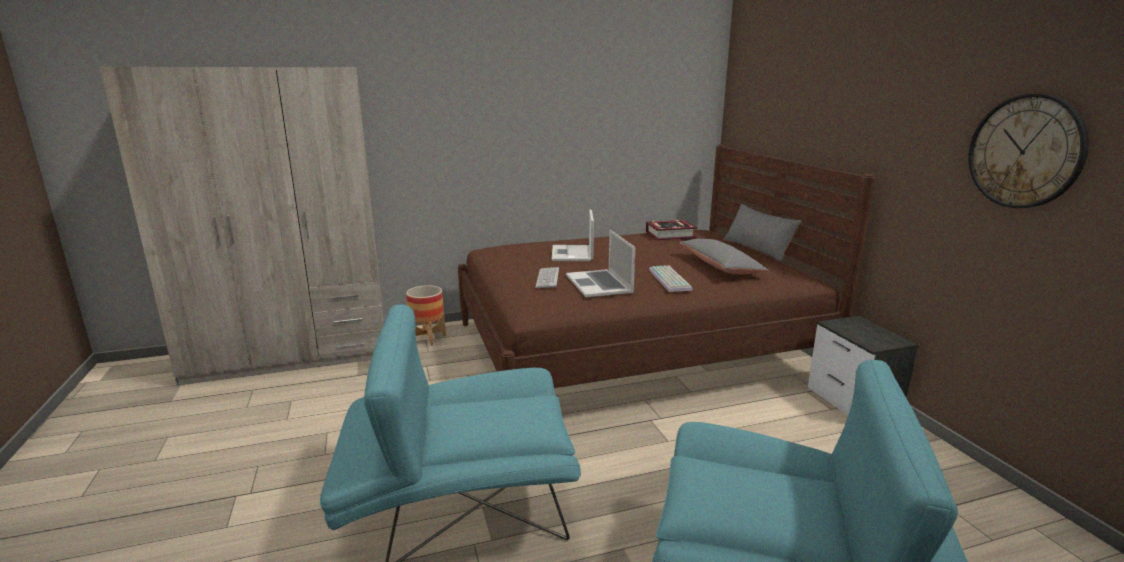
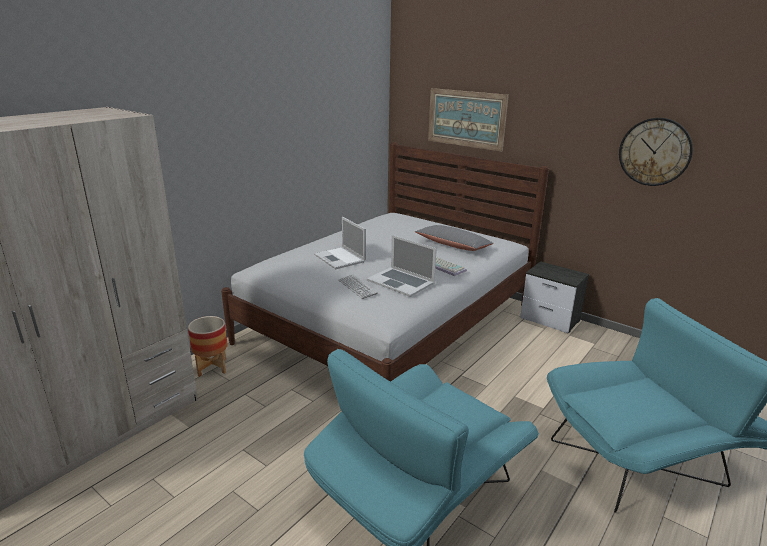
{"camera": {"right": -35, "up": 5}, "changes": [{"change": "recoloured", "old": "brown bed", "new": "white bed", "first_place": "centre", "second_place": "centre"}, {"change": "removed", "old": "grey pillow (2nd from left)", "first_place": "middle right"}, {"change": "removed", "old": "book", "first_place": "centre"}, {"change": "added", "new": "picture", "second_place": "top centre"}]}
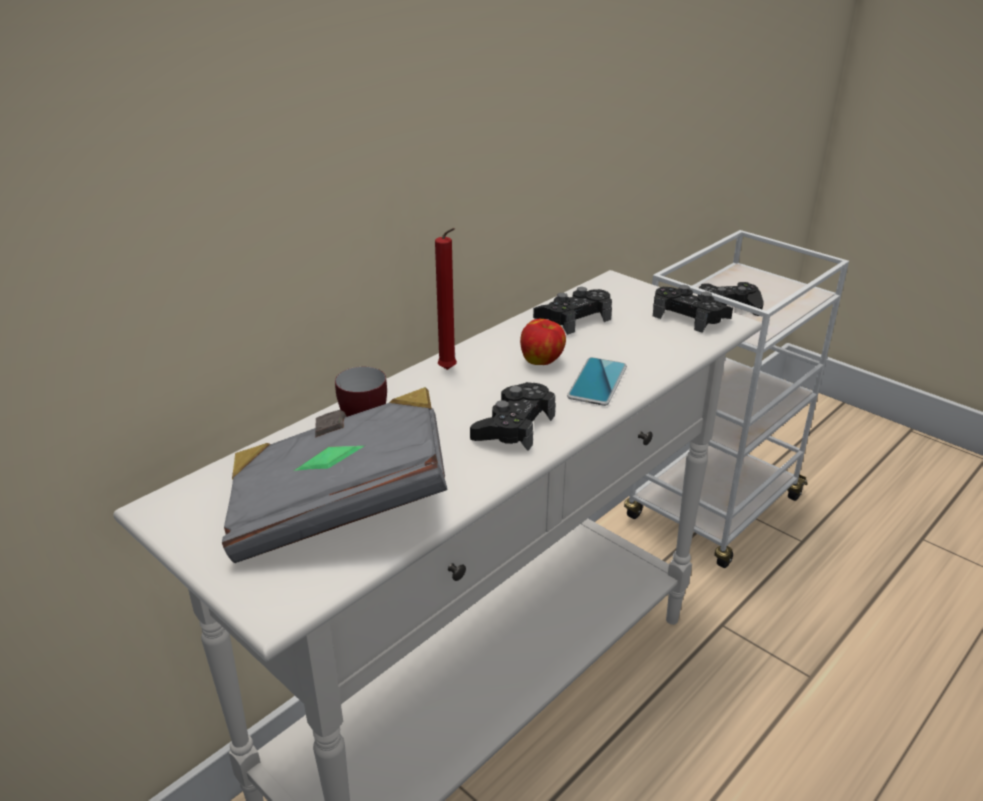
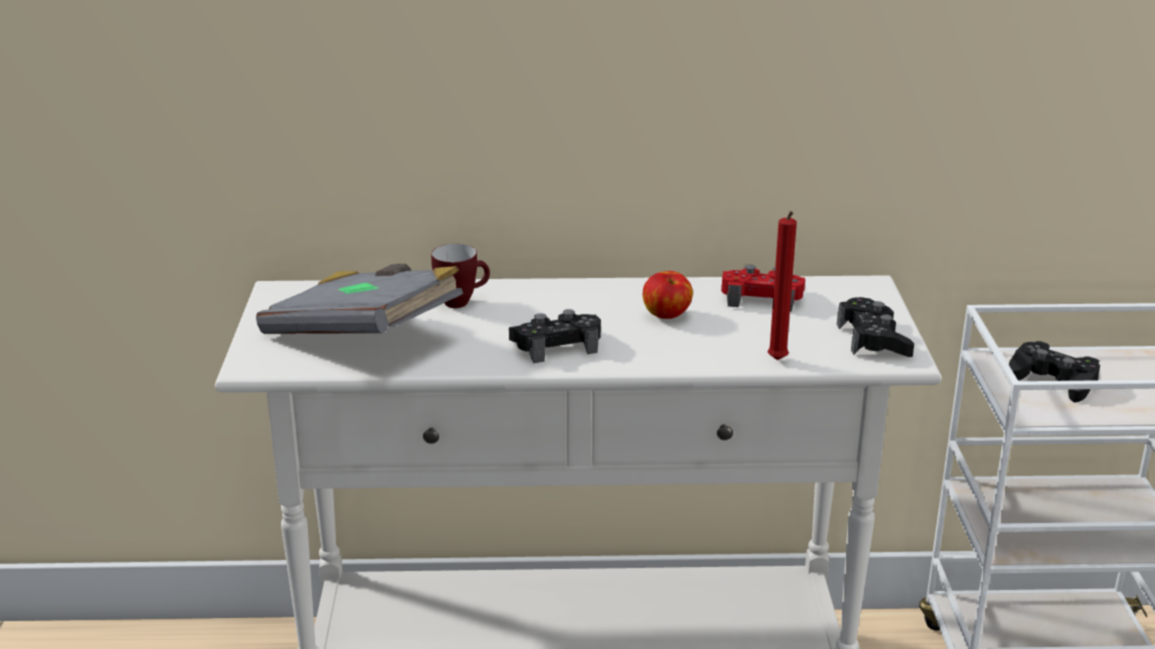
{"camera": {"right": 45, "up": -5}, "changes": [{"change": "moved", "old": "red candle", "first_place": "centre", "second_place": "middle right"}, {"change": "recoloured", "old": "black game controller (2nd from left)", "new": "red game controller", "first_place": "centre", "second_place": "centre"}, {"change": "removed", "old": "phone", "first_place": "centre"}]}
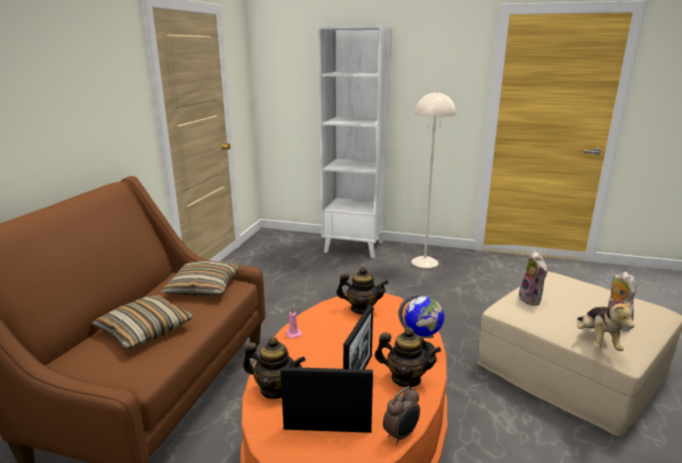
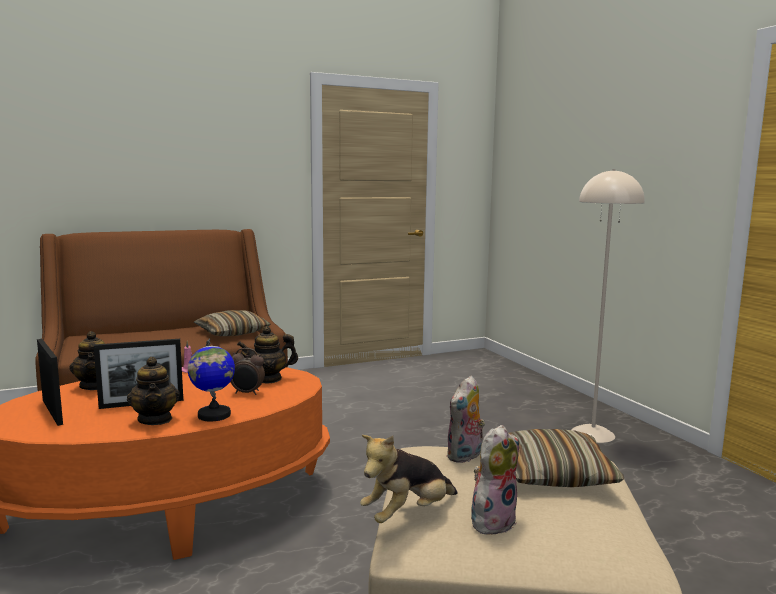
{"camera": {"right": 50, "up": -10}, "changes": [{"change": "removed", "old": "white bookcase", "first_place": "top centre"}, {"change": "turned", "old": "teapot (2nd from left in the first image)", "first_place": "centre", "second_place": "centre", "degrees": 105}, {"change": "moved", "old": "pillow (1st from left in the first image)", "new": "pillow (2nd from left)", "first_place": "bottom left", "second_place": "bottom right"}, {"change": "moved", "old": "alarm clock", "first_place": "bottom centre", "second_place": "middle left"}]}
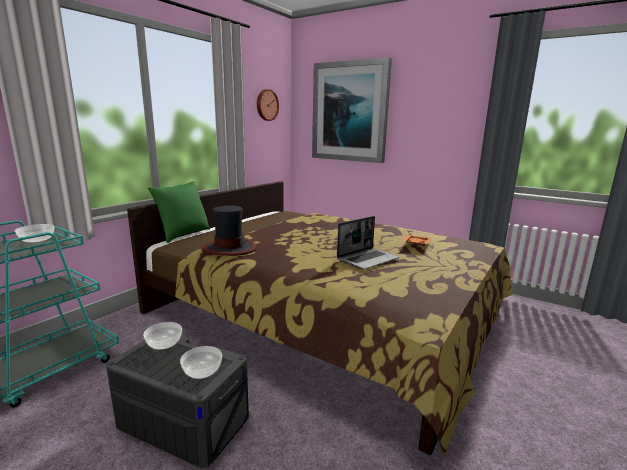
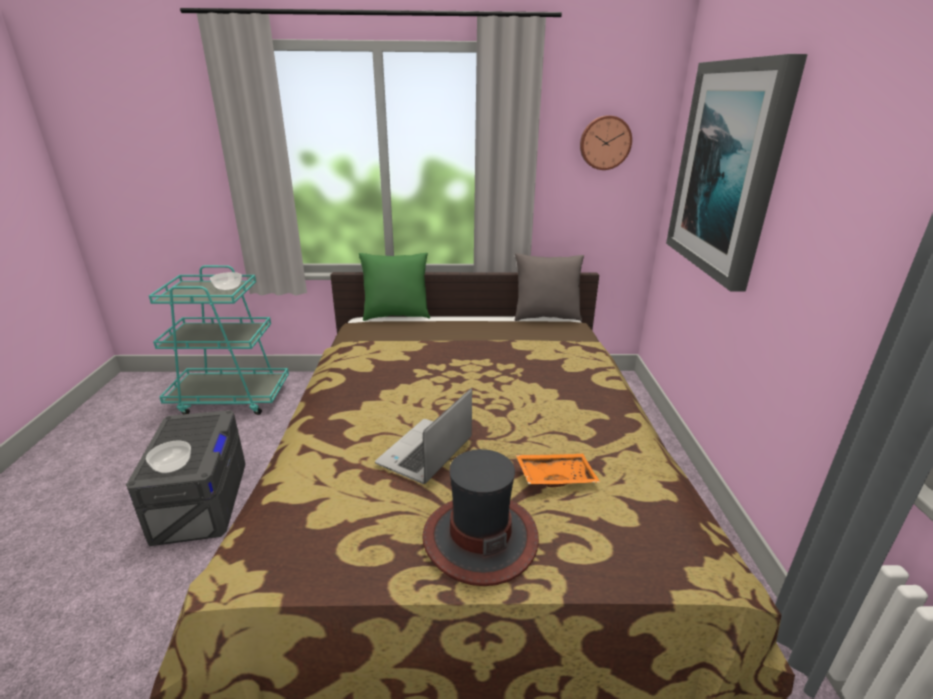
{"camera": {"right": 55, "up": 10}, "changes": [{"change": "moved", "old": "hat", "first_place": "centre", "second_place": "bottom centre"}, {"change": "turned", "old": "laptop", "first_place": "centre", "second_place": "centre", "degrees": 105}, {"change": "removed", "old": "bowl (2nd from left)", "first_place": "bottom left"}, {"change": "added", "new": "grey pillow", "second_place": "centre"}]}
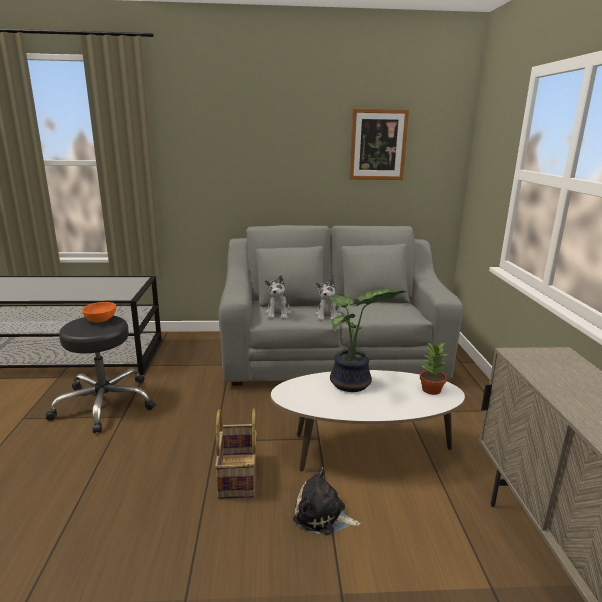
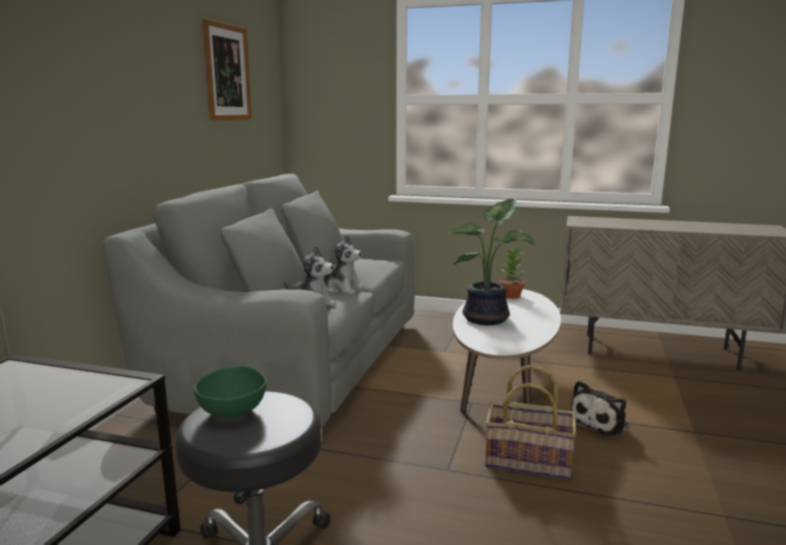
{"camera": {"right": -70, "up": -5}, "changes": [{"change": "recoloured", "old": "orange bowl", "new": "green bowl", "first_place": "middle left", "second_place": "bottom left"}]}
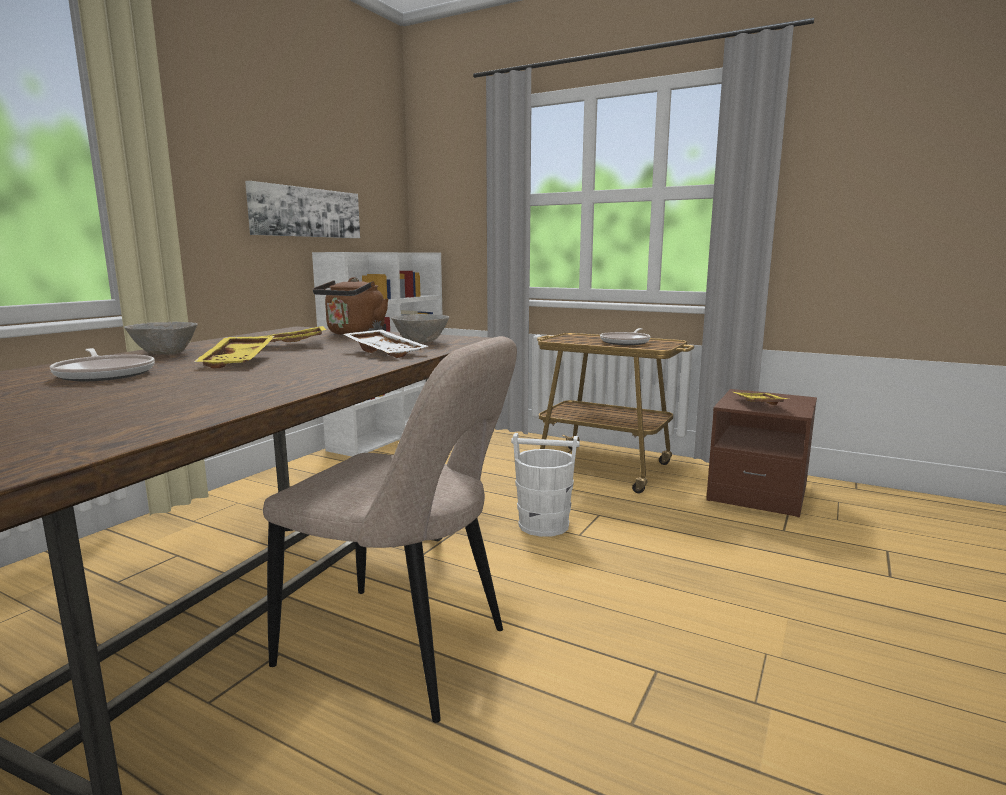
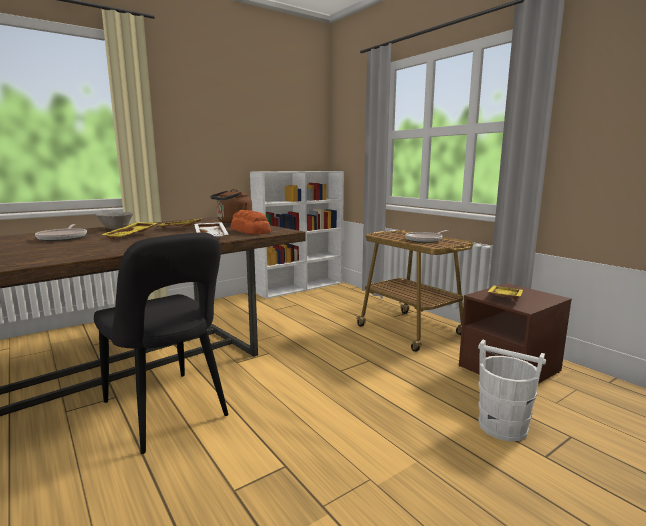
{"camera": {"right": 25, "up": 0}, "changes": [{"change": "removed", "old": "picture", "first_place": "top left"}, {"change": "replaced", "old": "grey bowl (2nd from left)", "new": "bread", "first_place": "centre", "second_place": "centre"}, {"change": "recoloured", "old": "beige chair", "new": "black chair", "first_place": "centre", "second_place": "middle left"}, {"change": "moved", "old": "white bucket", "first_place": "centre", "second_place": "bottom right"}]}
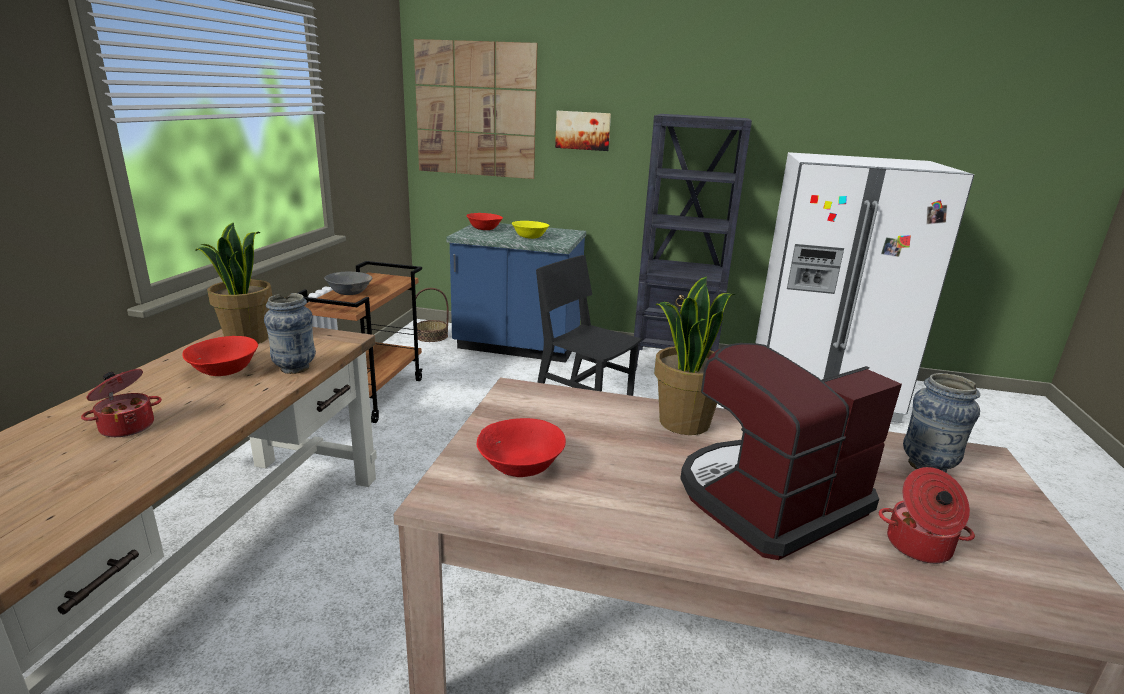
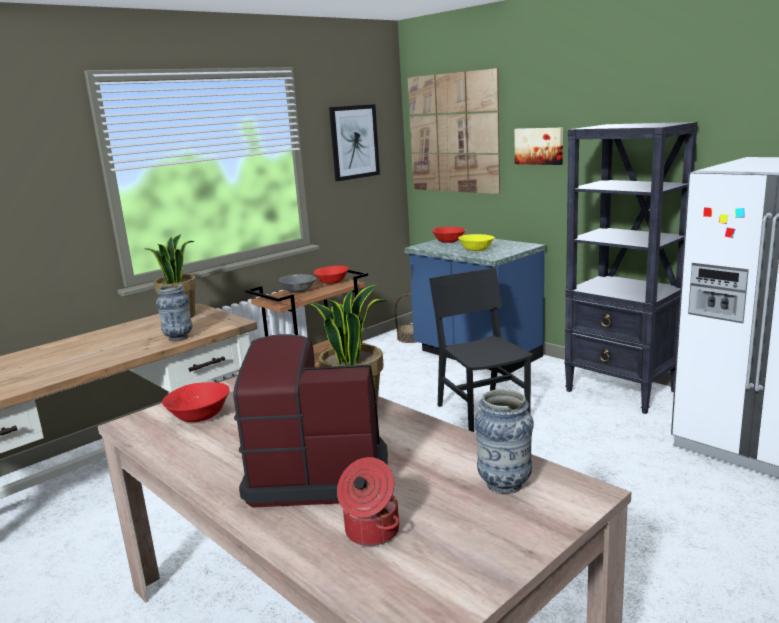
{"camera": {"right": 35, "up": -5}, "changes": [{"change": "moved", "old": "red bowl (1st from left in the first image)", "new": "red bowl (2nd from left)", "first_place": "middle left", "second_place": "centre"}, {"change": "removed", "old": "cooking pot (1st from left)", "first_place": "middle left"}, {"change": "added", "new": "picture (1st from left)", "second_place": "top centre"}]}
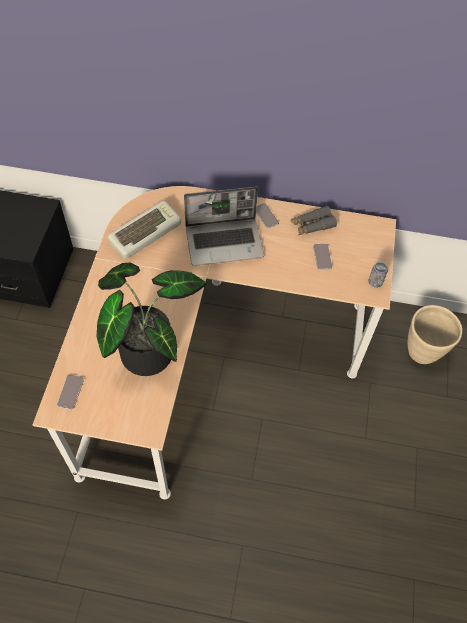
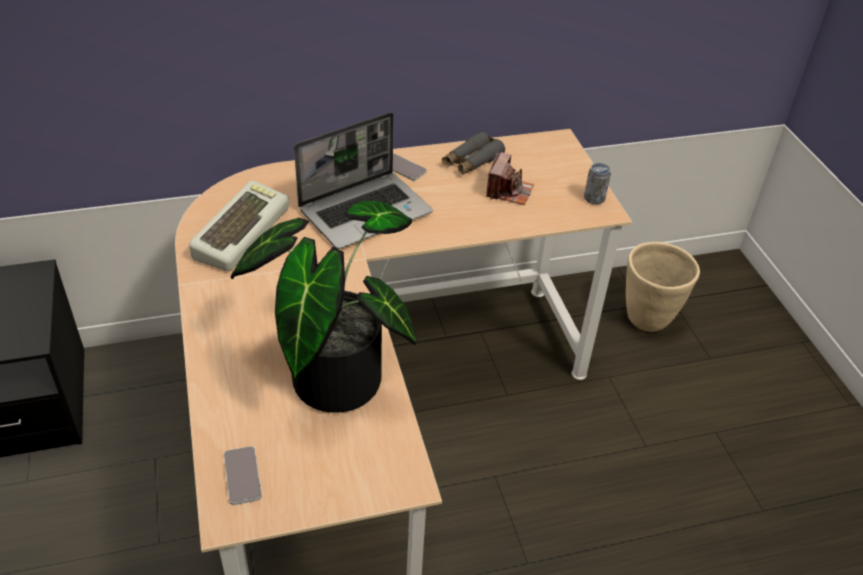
{"camera": {"right": -25, "up": -15}, "changes": [{"change": "replaced", "old": "phone (3rd from left)", "new": "photo camera", "first_place": "middle right", "second_place": "top centre"}]}
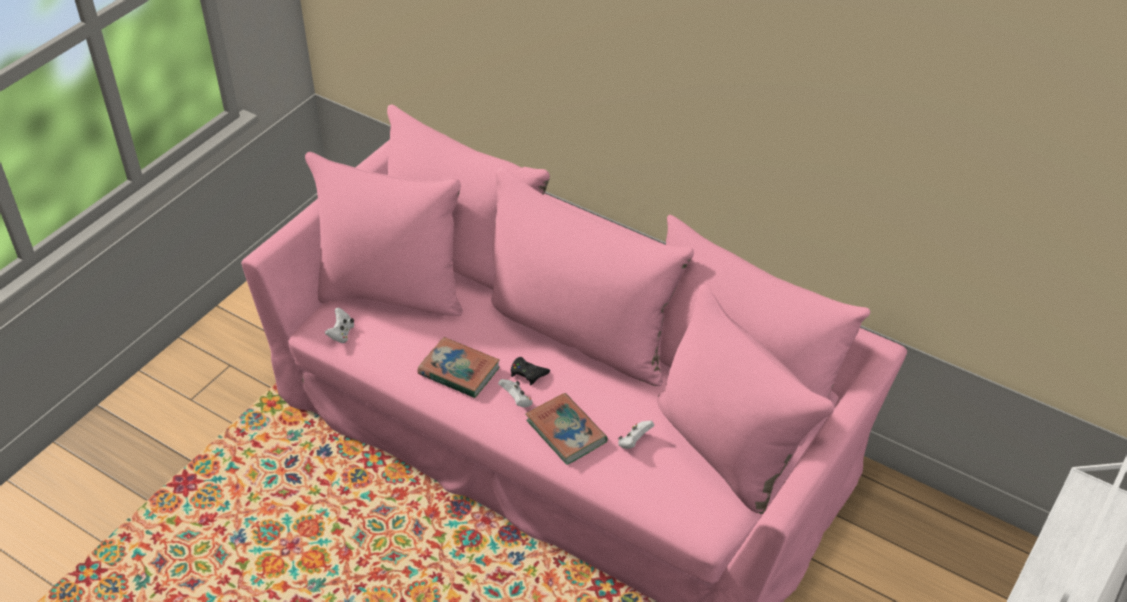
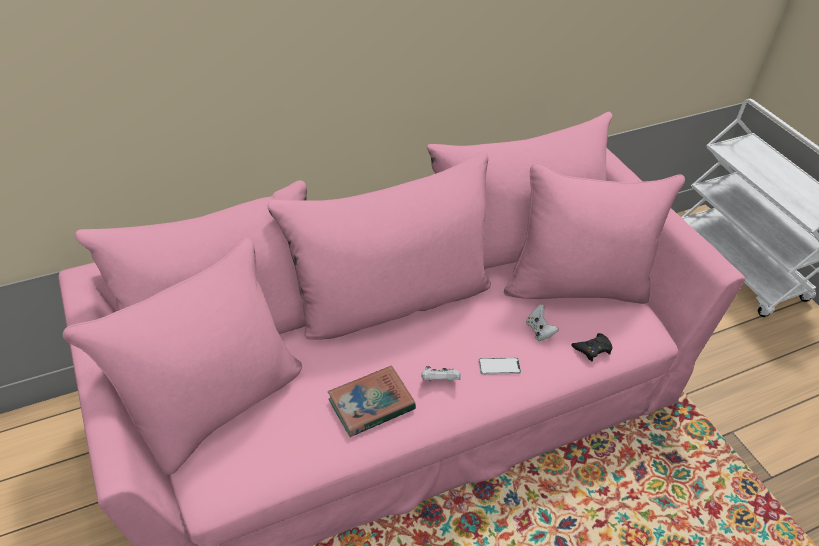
{"camera": {"right": -60, "up": 0}, "changes": [{"change": "removed", "old": "white game controller (1st from left)", "first_place": "middle left"}, {"change": "moved", "old": "black game controller", "first_place": "centre", "second_place": "middle right"}, {"change": "replaced", "old": "book (2nd from left)", "new": "phone", "first_place": "bottom centre", "second_place": "bottom centre"}]}
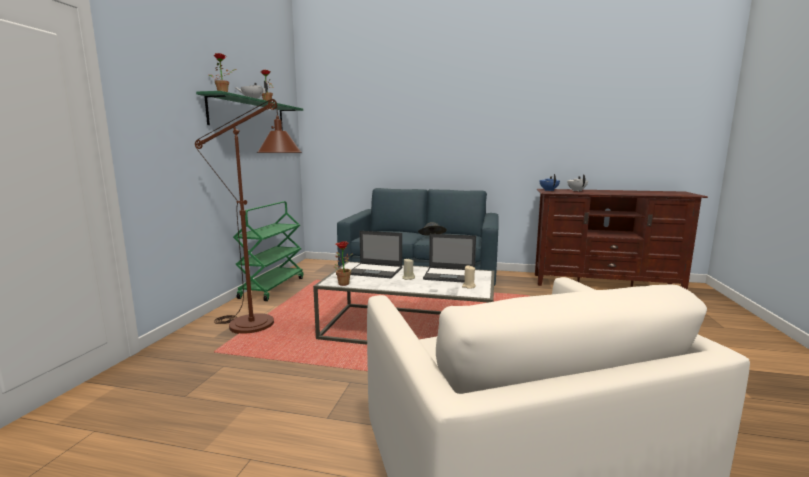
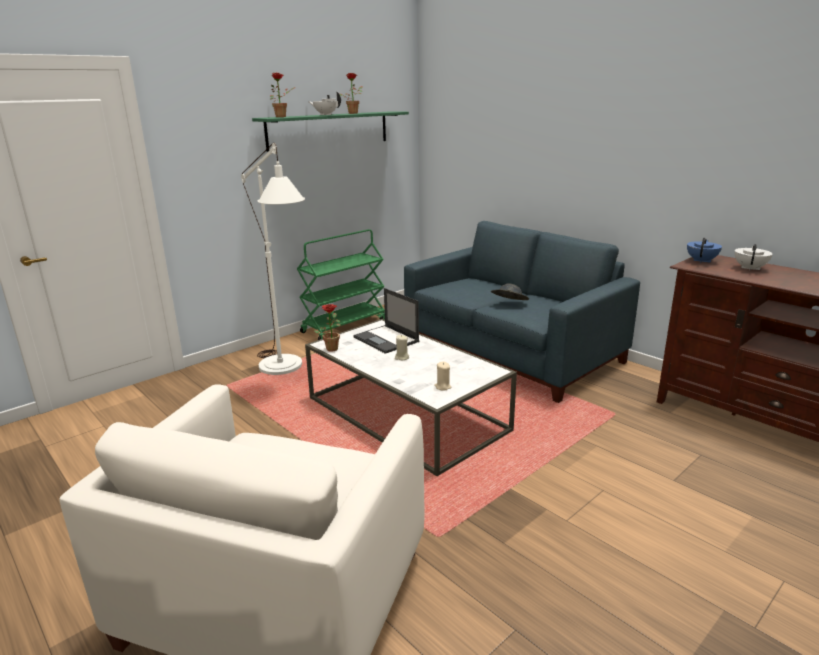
{"camera": {"right": 35, "up": 10}, "changes": [{"change": "recoloured", "old": "brown floor lamp", "new": "white floor lamp", "first_place": "middle left", "second_place": "centre"}, {"change": "removed", "old": "laptop (2nd from left)", "first_place": "centre"}]}
